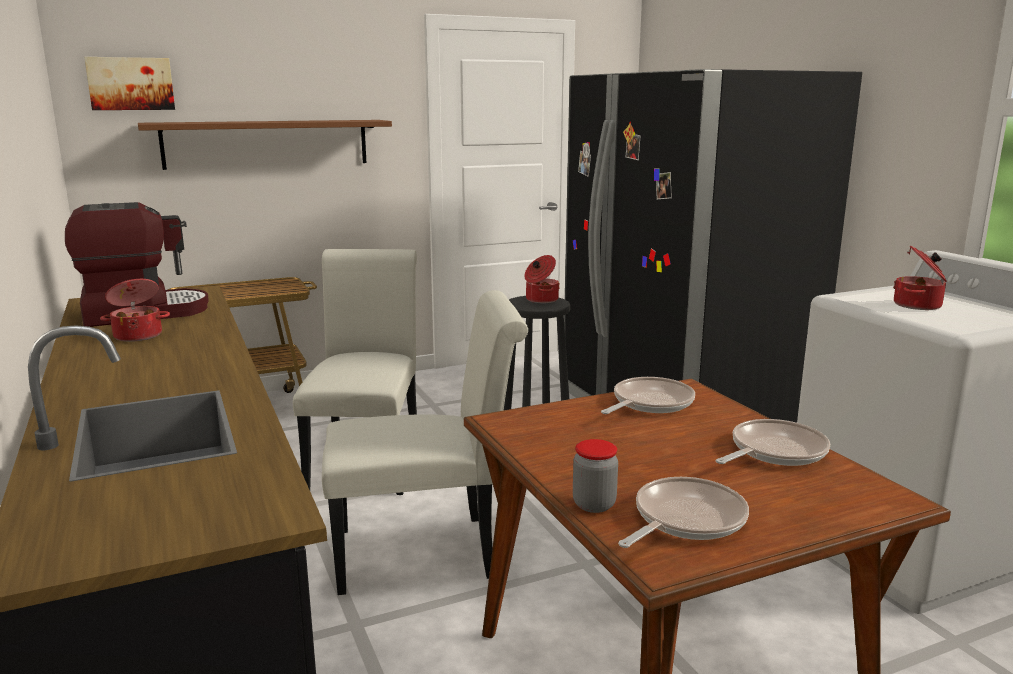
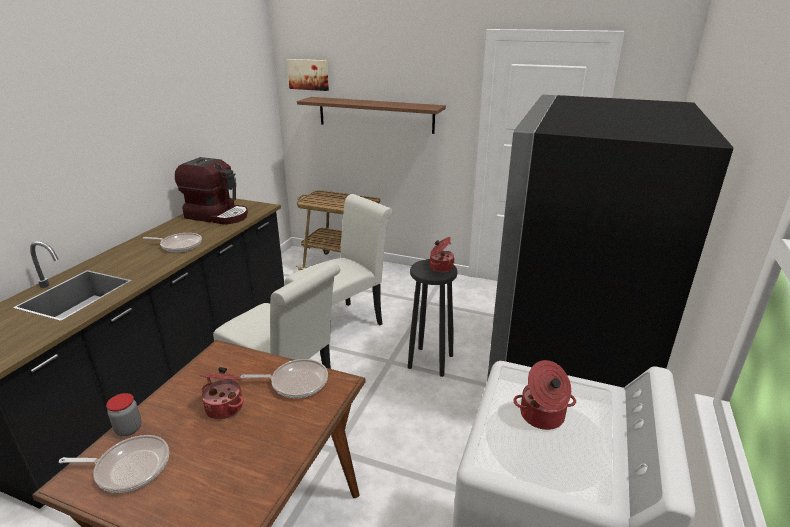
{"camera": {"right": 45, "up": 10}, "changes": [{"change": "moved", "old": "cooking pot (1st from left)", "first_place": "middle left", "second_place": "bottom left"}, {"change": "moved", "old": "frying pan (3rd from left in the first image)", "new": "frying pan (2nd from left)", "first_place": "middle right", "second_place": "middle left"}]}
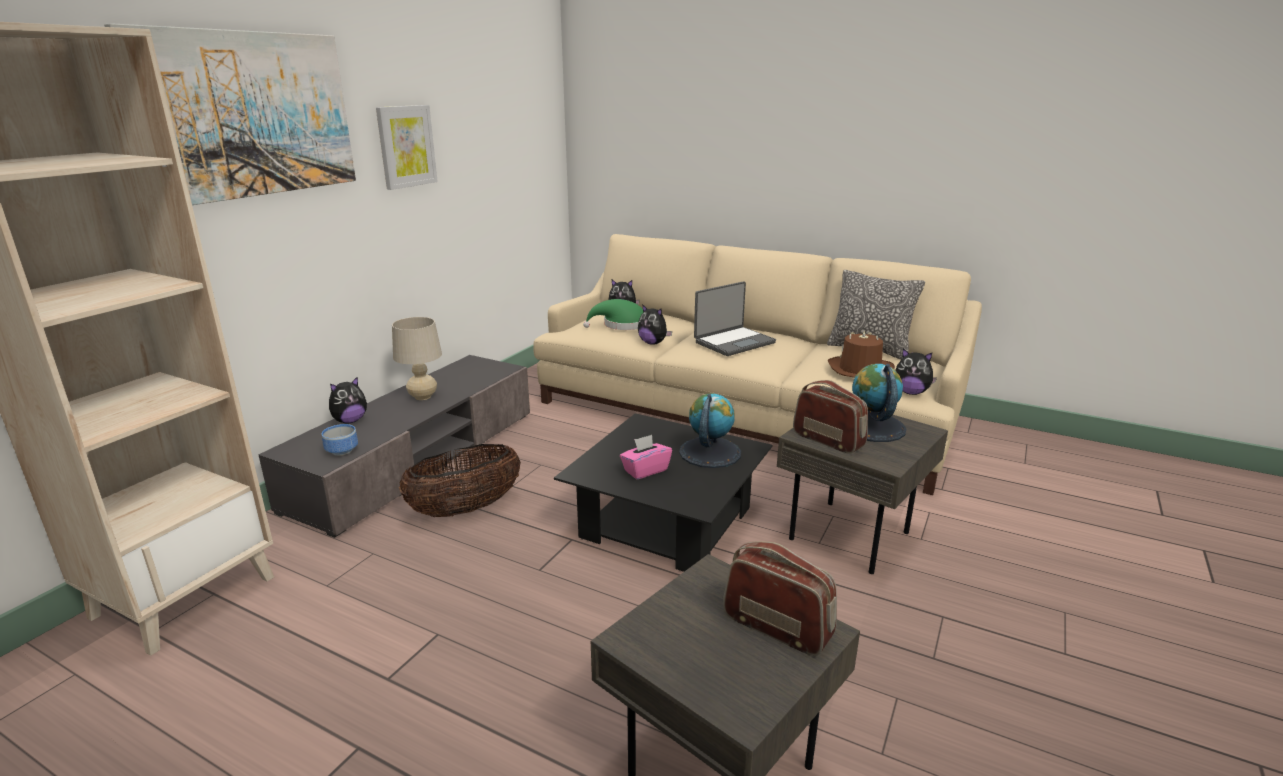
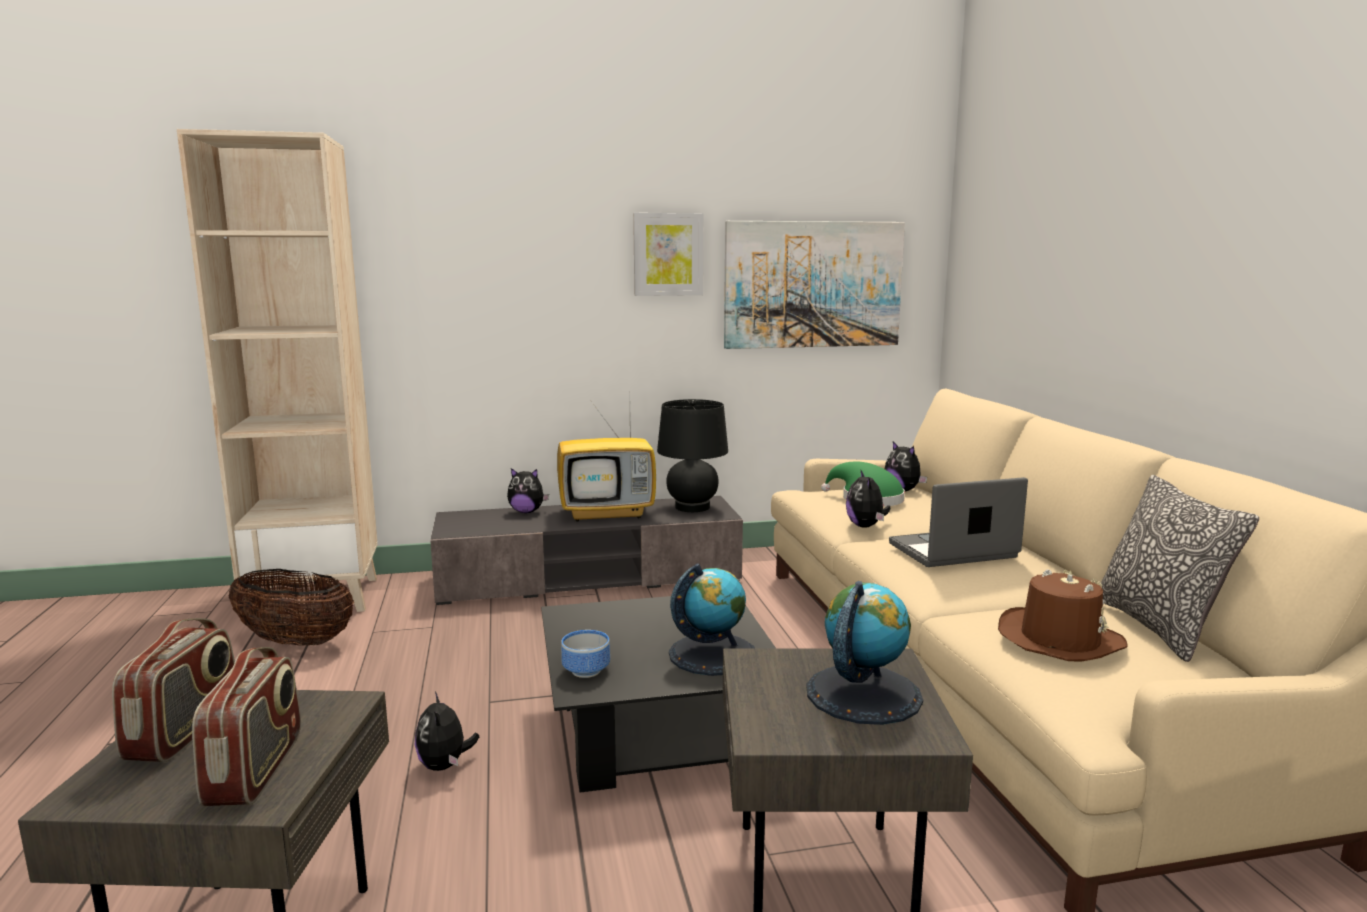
{"camera": {"right": 50, "up": -10}, "changes": [{"change": "moved", "old": "picture (1st from left in the first image)", "new": "picture (2nd from left)", "first_place": "top left", "second_place": "top centre"}, {"change": "turned", "old": "laptop", "first_place": "centre", "second_place": "middle right", "degrees": 150}, {"change": "replaced", "old": "beige table lamp", "new": "television", "first_place": "middle left", "second_place": "centre"}, {"change": "moved", "old": "plush toy (4th from left in the first image)", "new": "plush toy (1st from left)", "first_place": "middle right", "second_place": "bottom left"}, {"change": "moved", "old": "radio (2nd from left in the first image)", "new": "radio (1st from left)", "first_place": "centre", "second_place": "bottom left"}, {"change": "moved", "old": "bowl", "first_place": "middle left", "second_place": "bottom centre"}, {"change": "removed", "old": "pink tissue box", "first_place": "centre"}, {"change": "moved", "old": "basket", "first_place": "centre", "second_place": "middle left"}, {"change": "added", "new": "black table lamp", "second_place": "centre"}]}
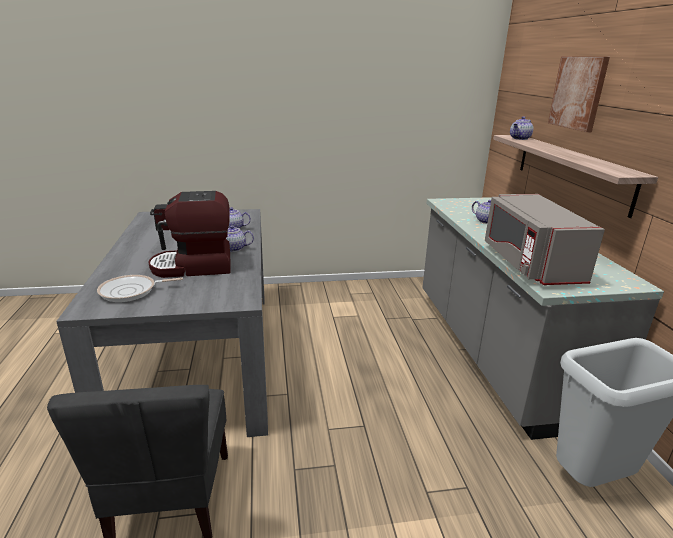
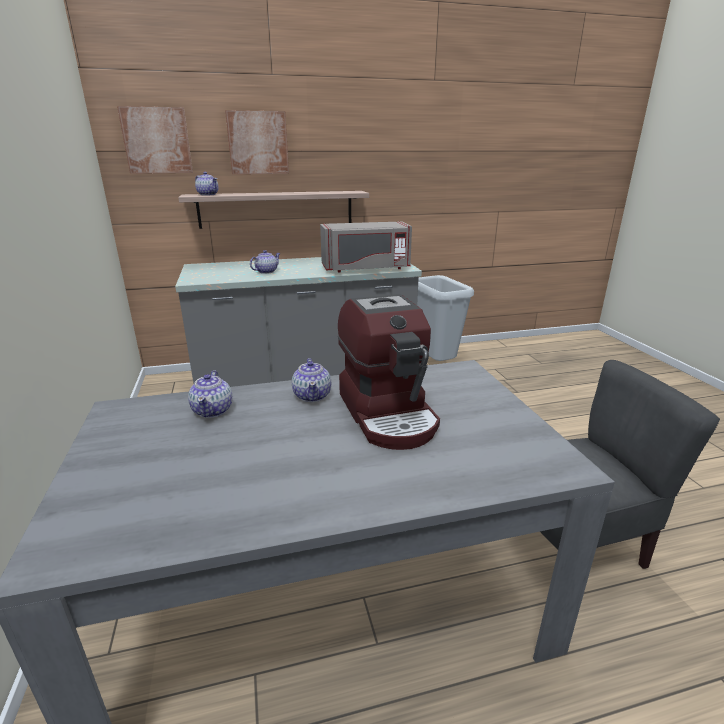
{"camera": {"right": -95, "up": 0}, "changes": [{"change": "removed", "old": "frying pan", "first_place": "middle left"}, {"change": "added", "new": "picture (1st from left)", "second_place": "top left"}]}
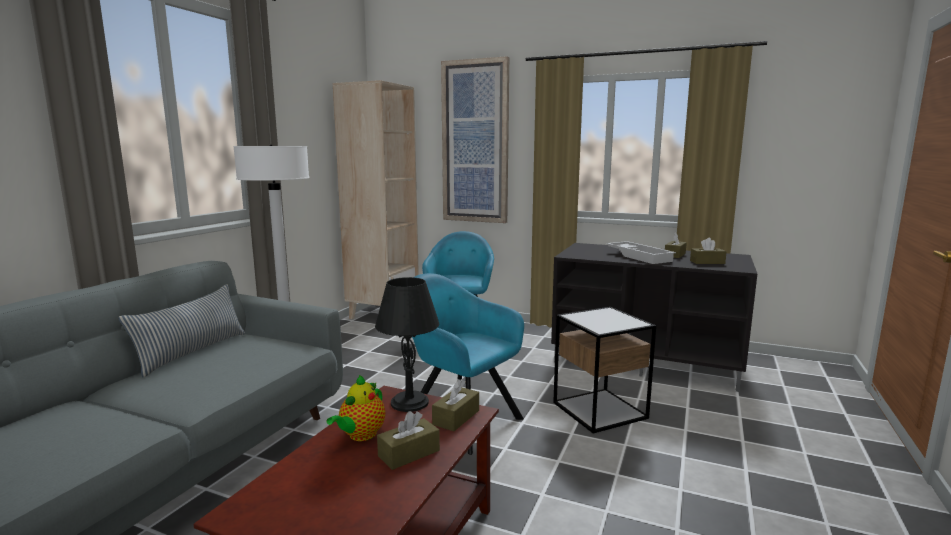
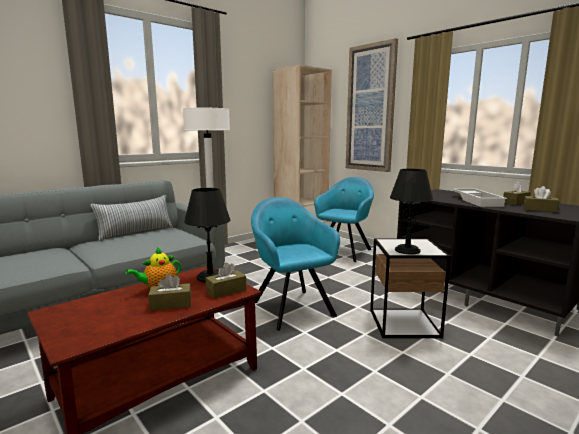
{"camera": {"right": 25, "up": 0}, "changes": [{"change": "added", "new": "black table lamp (2nd from left)", "second_place": "middle right"}]}
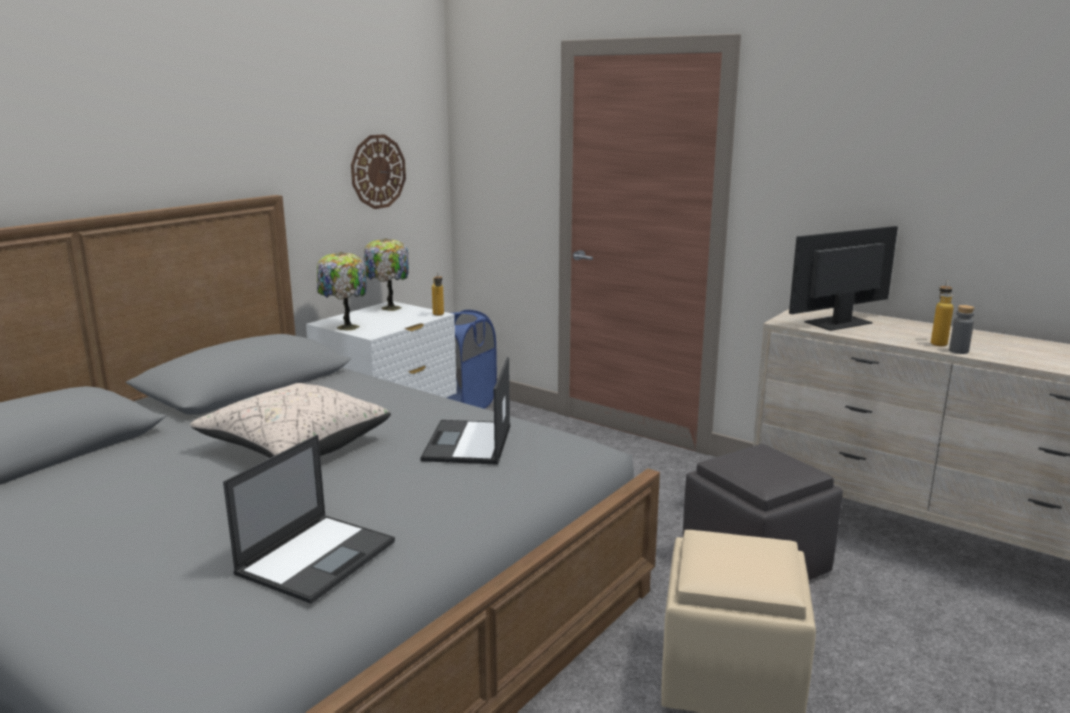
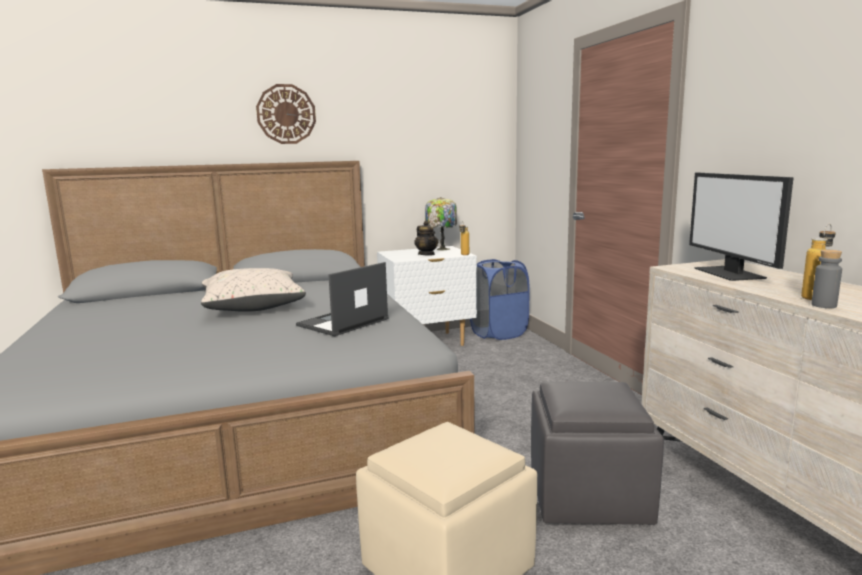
{"camera": {"right": 35, "up": -5}, "changes": [{"change": "moved", "old": "wall clock", "first_place": "top centre", "second_place": "top left"}, {"change": "turned", "old": "monitor", "first_place": "middle right", "second_place": "middle right", "degrees": -105}, {"change": "removed", "old": "table lamp (1st from left)", "first_place": "middle left"}, {"change": "removed", "old": "laptop (1st from left)", "first_place": "bottom left"}, {"change": "added", "new": "teapot", "second_place": "centre"}]}
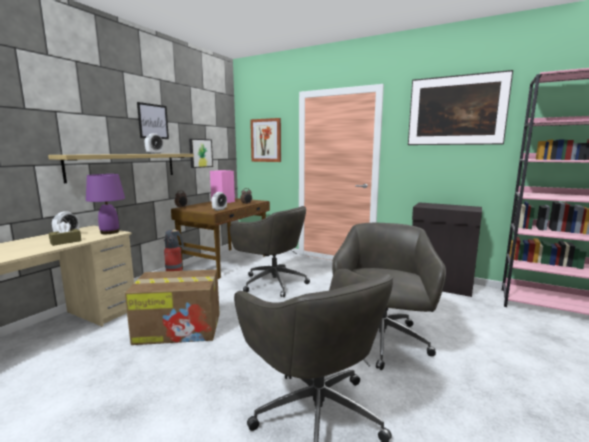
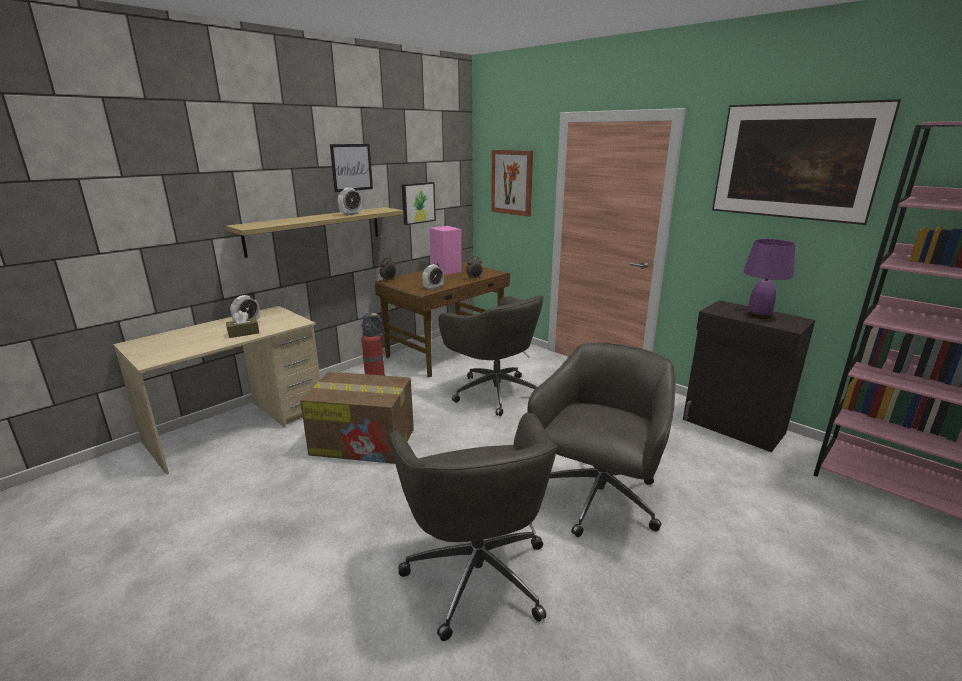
{"camera": {"right": 15, "up": 10}, "changes": [{"change": "moved", "old": "purple table lamp", "first_place": "middle left", "second_place": "middle right"}]}
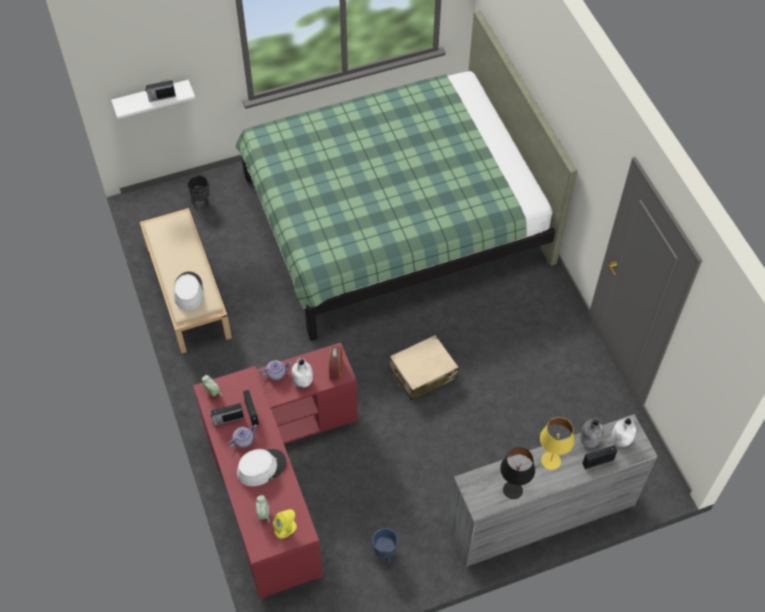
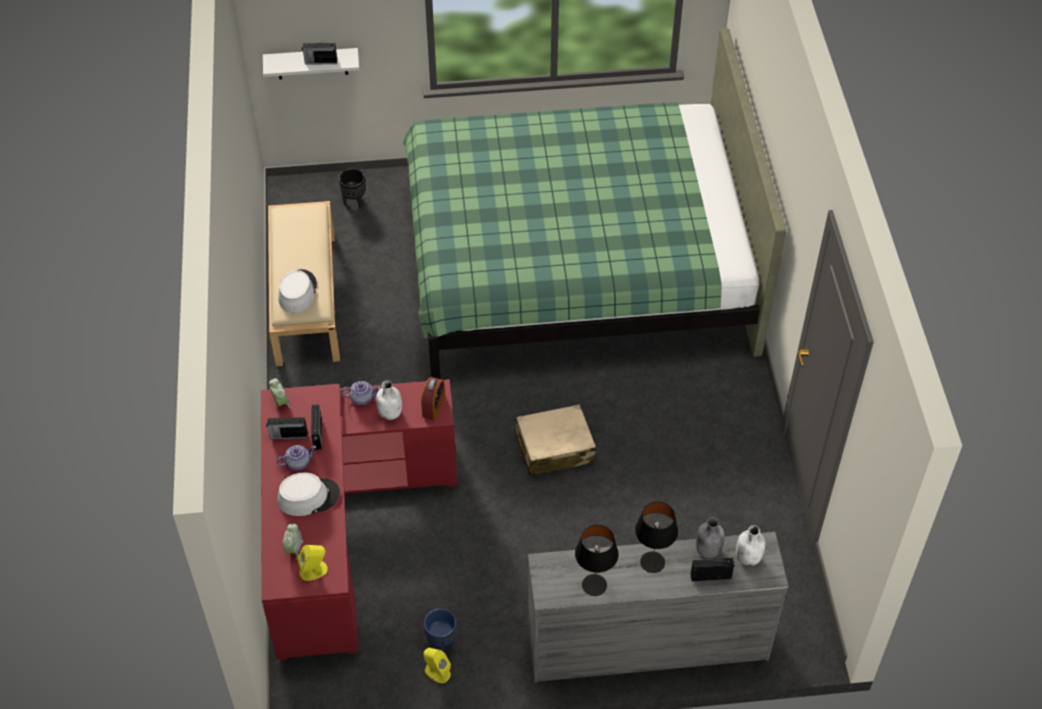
{"camera": {"right": 15, "up": -5}, "changes": [{"change": "recoloured", "old": "yellow table lamp", "new": "black table lamp (2nd from left)", "first_place": "bottom right", "second_place": "bottom centre"}, {"change": "added", "new": "yellow speaker (2nd from left)", "second_place": "bottom centre"}]}
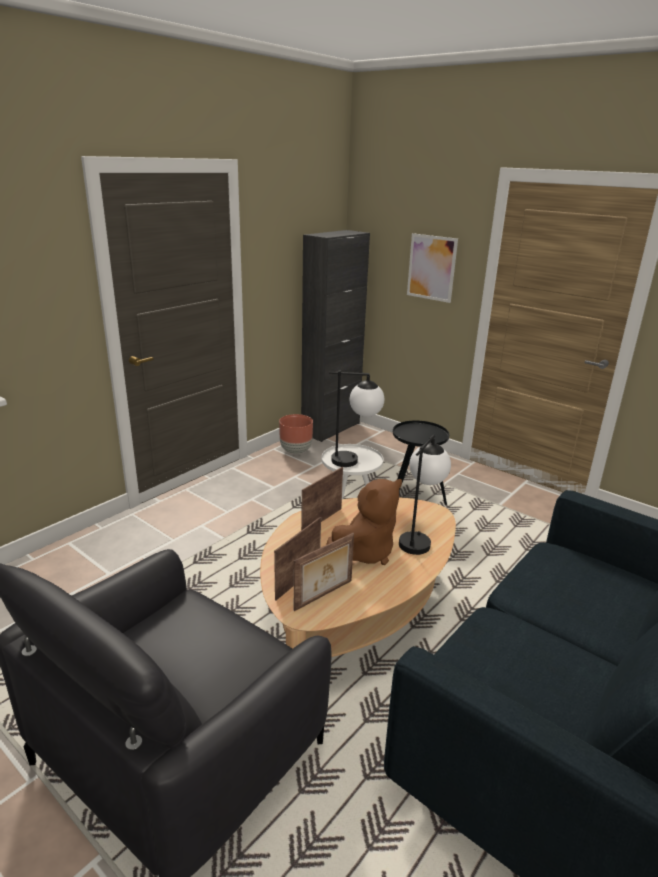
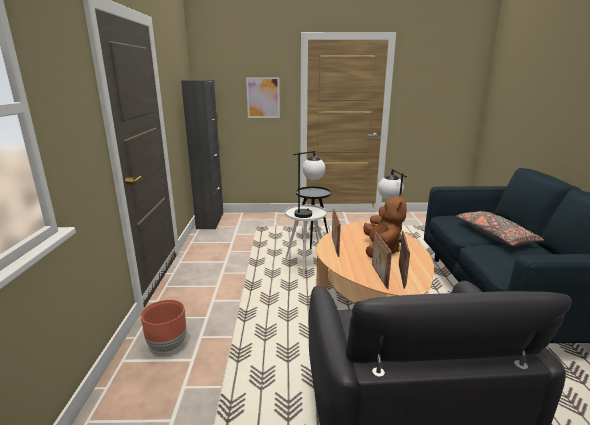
{"camera": {"right": -40, "up": -5}, "changes": [{"change": "moved", "old": "brown planter", "first_place": "centre", "second_place": "bottom left"}, {"change": "added", "new": "grey pillow", "second_place": "middle right"}]}
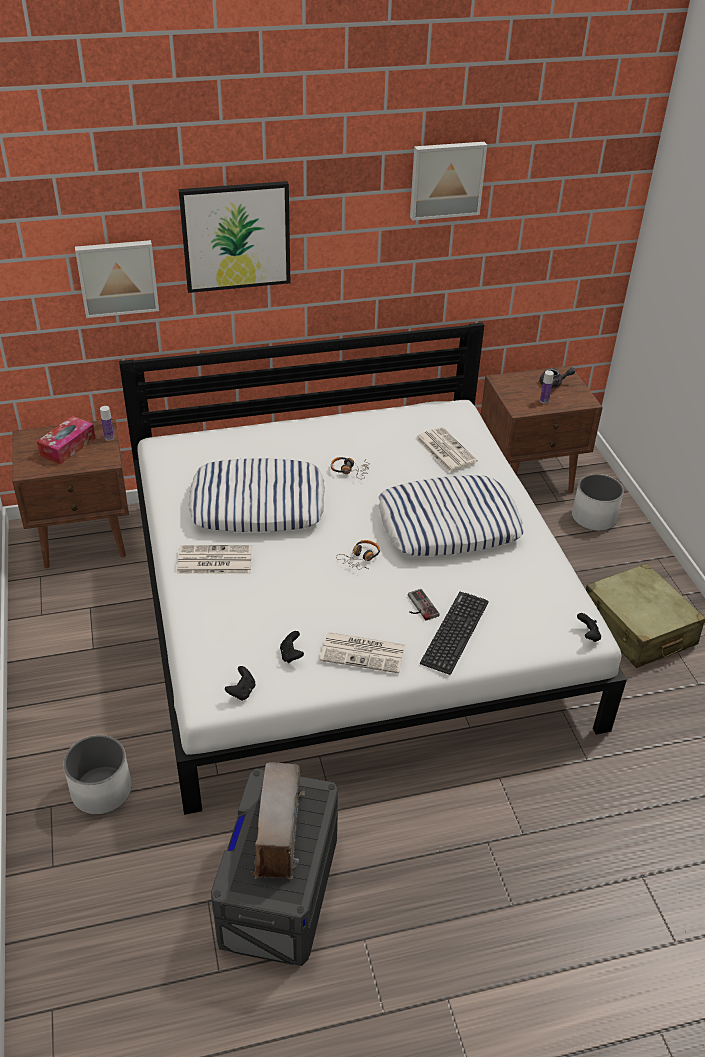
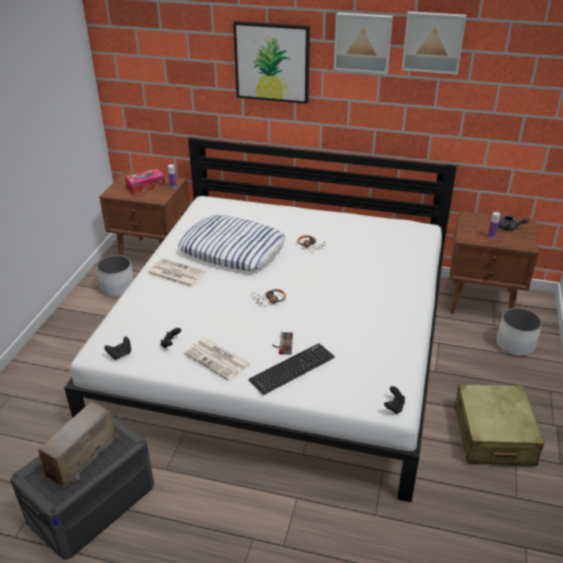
{"camera": {"right": 30, "up": -5}, "changes": [{"change": "moved", "old": "picture (1st from left in the first image)", "new": "picture (2nd from left)", "first_place": "top left", "second_place": "top centre"}, {"change": "removed", "old": "newspaper (3rd from left)", "first_place": "centre"}, {"change": "removed", "old": "pillow (2nd from left)", "first_place": "centre"}, {"change": "moved", "old": "white planter (1st from left)", "first_place": "bottom left", "second_place": "middle left"}]}
